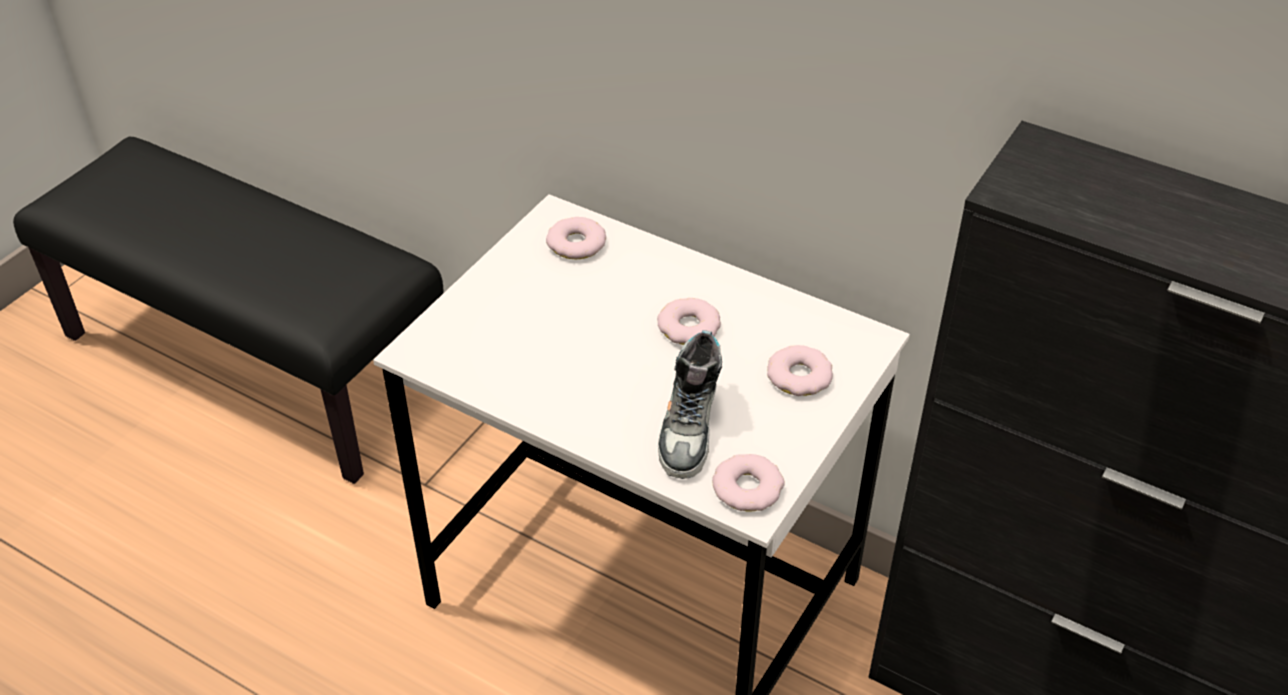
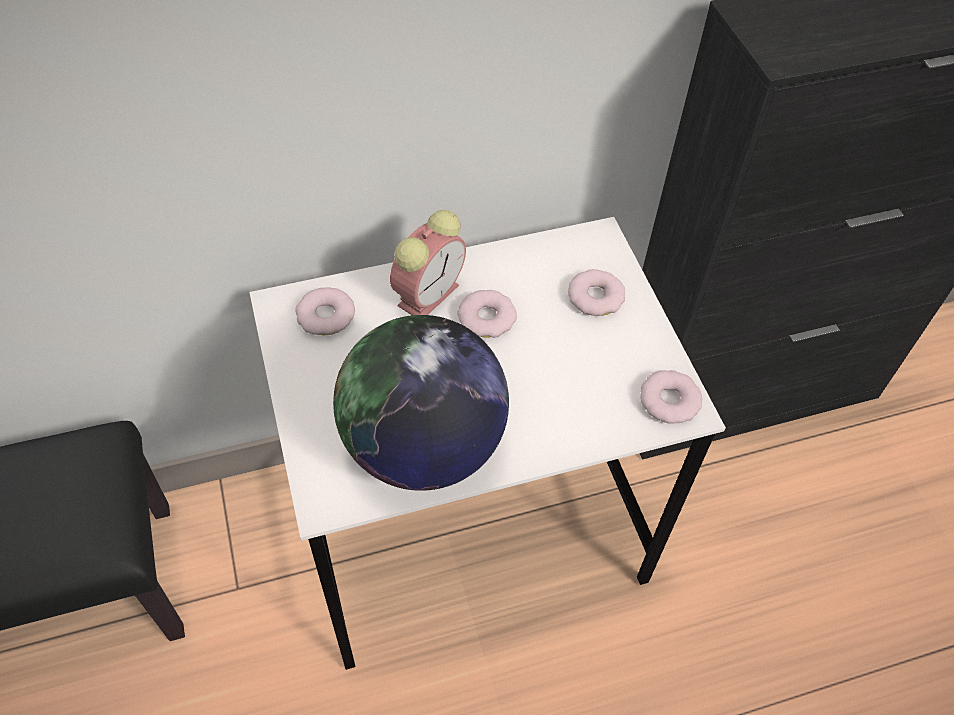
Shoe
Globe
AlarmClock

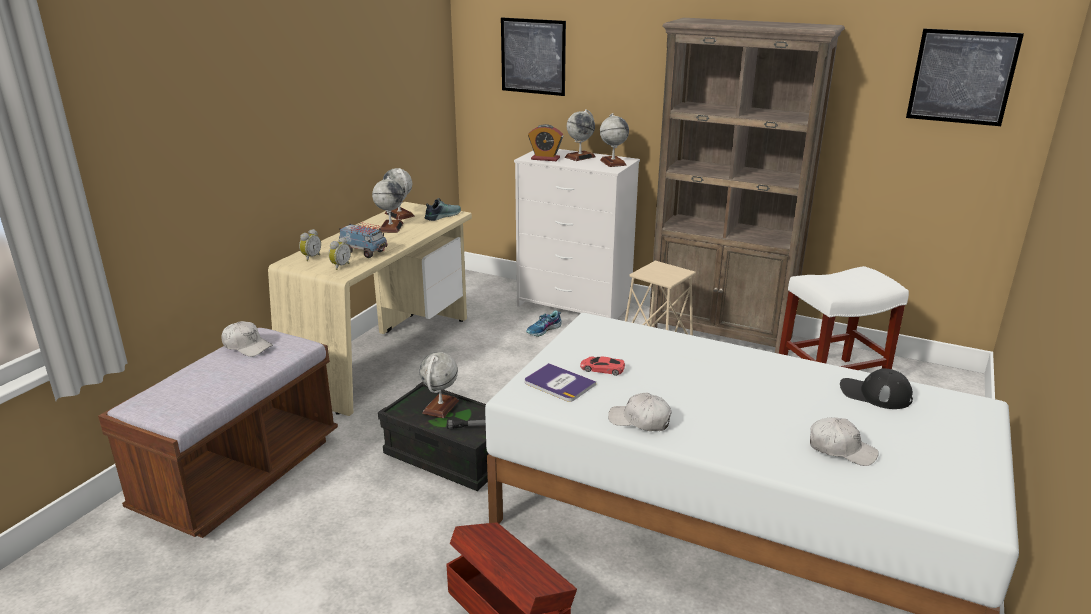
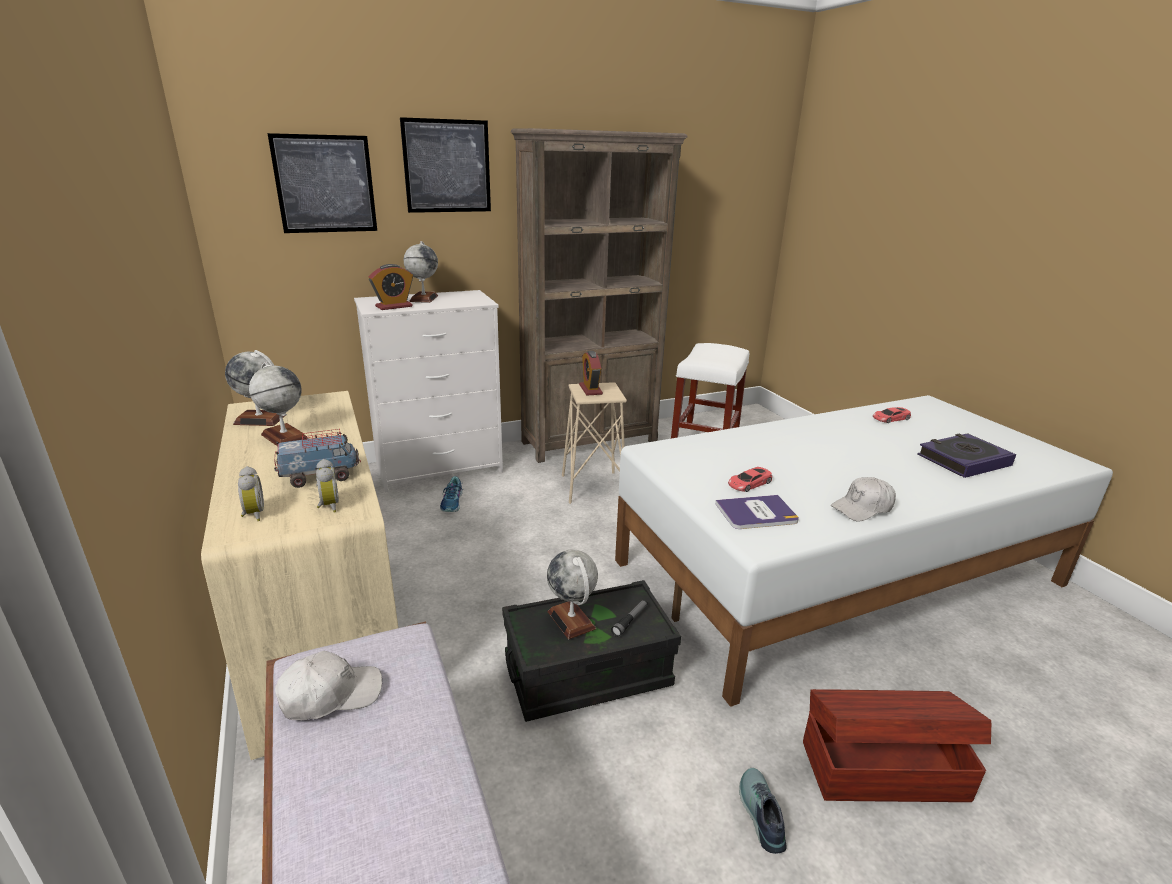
Globe (5th from left in the first image)
AlarmClock (4th from left)
Shoe (2nd from left)
Picture (2nd from left)
Book (2nd from left)
RedToyCar (2nd from left)

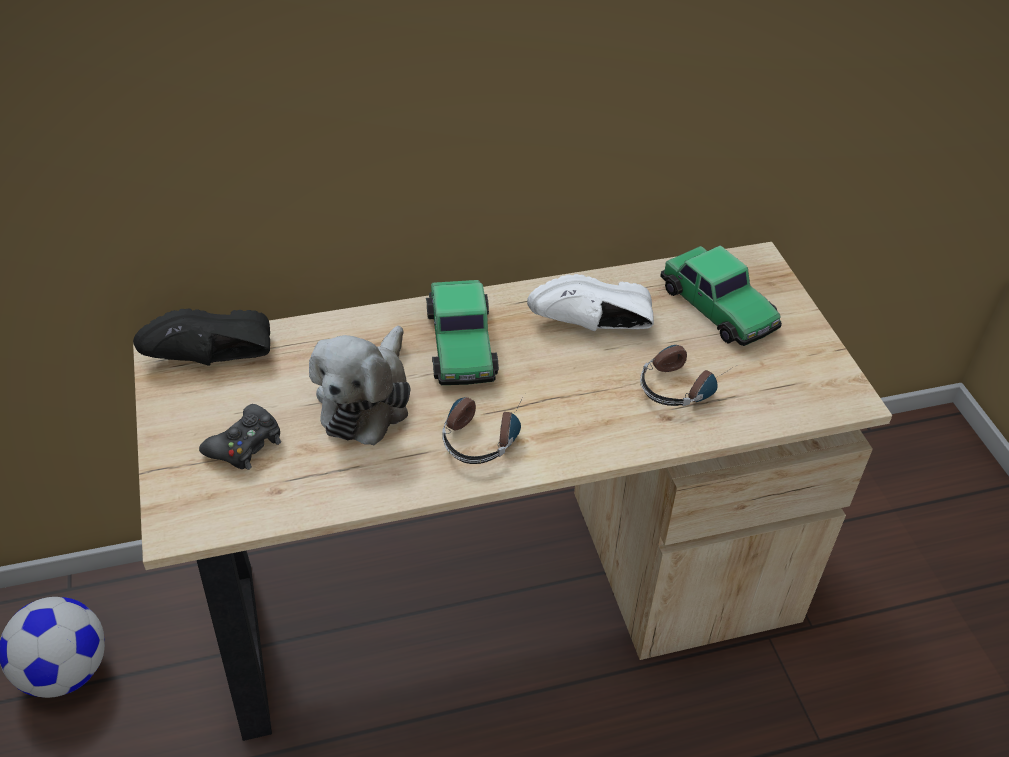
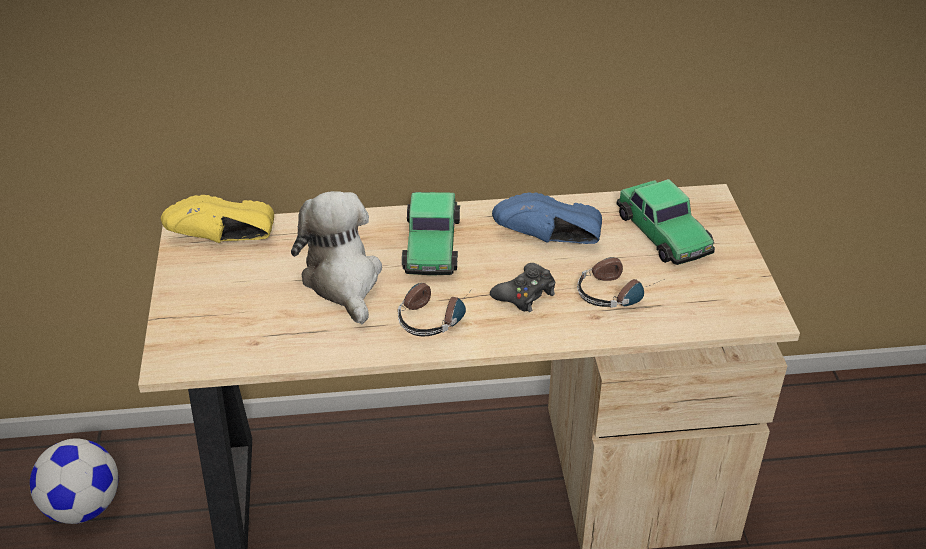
BlackGameController
YellowShoe
BlueShoe
PlushToy

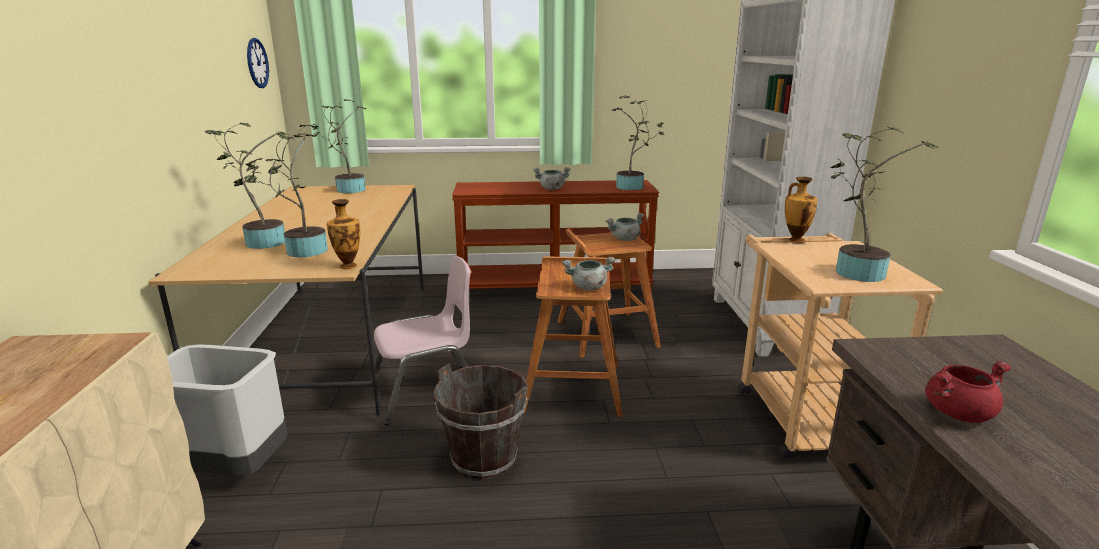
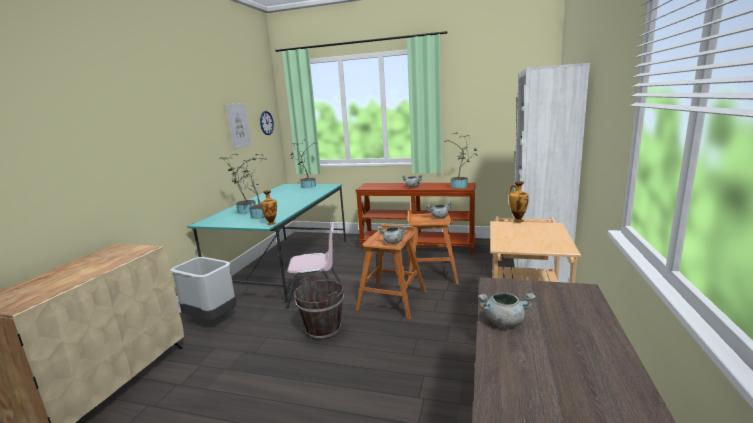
PottedPlant (5th from left in the first image)
Picture
TurquoiseDiningTable
GreyCookingPot (4th from left)

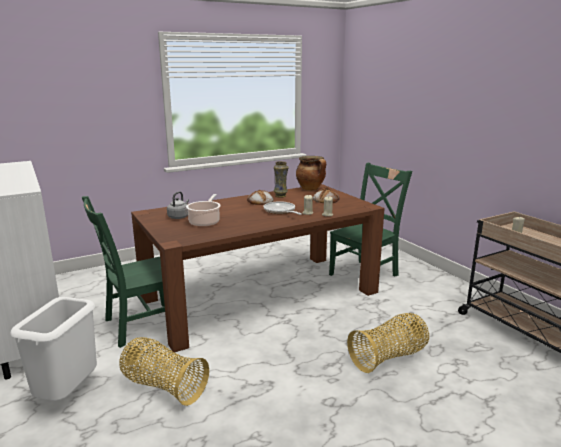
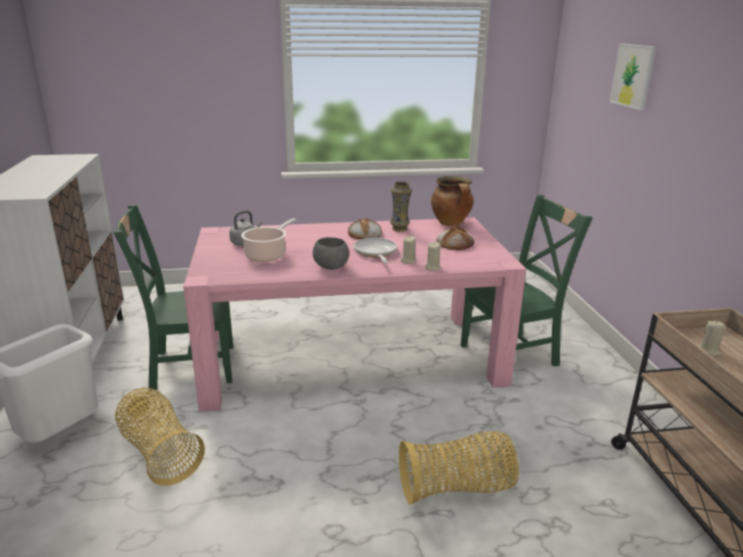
GreyBowl
Picture
PinkDiningTable

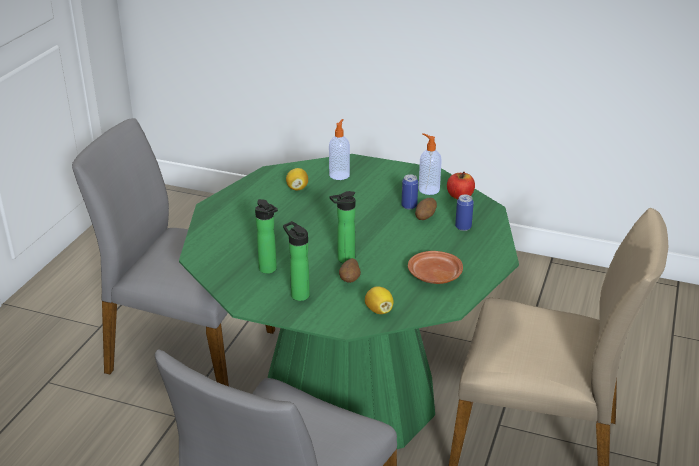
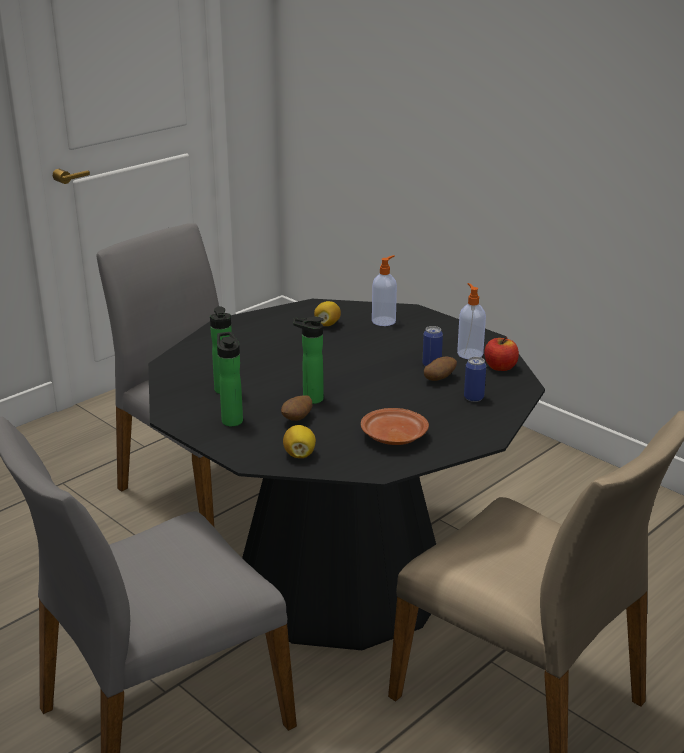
BlackDiningTable

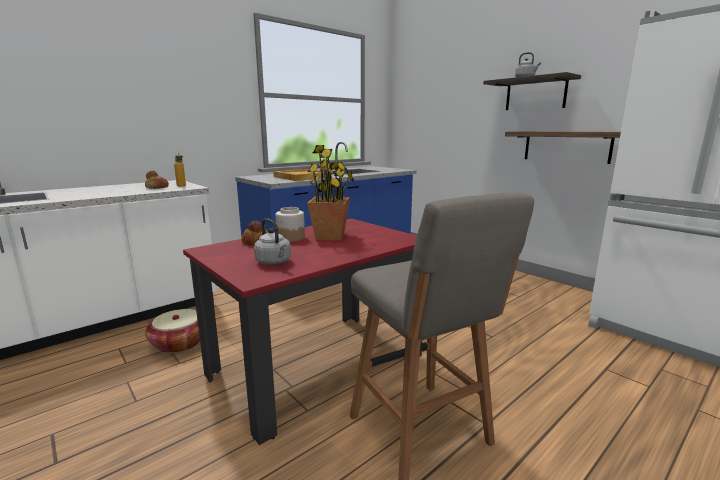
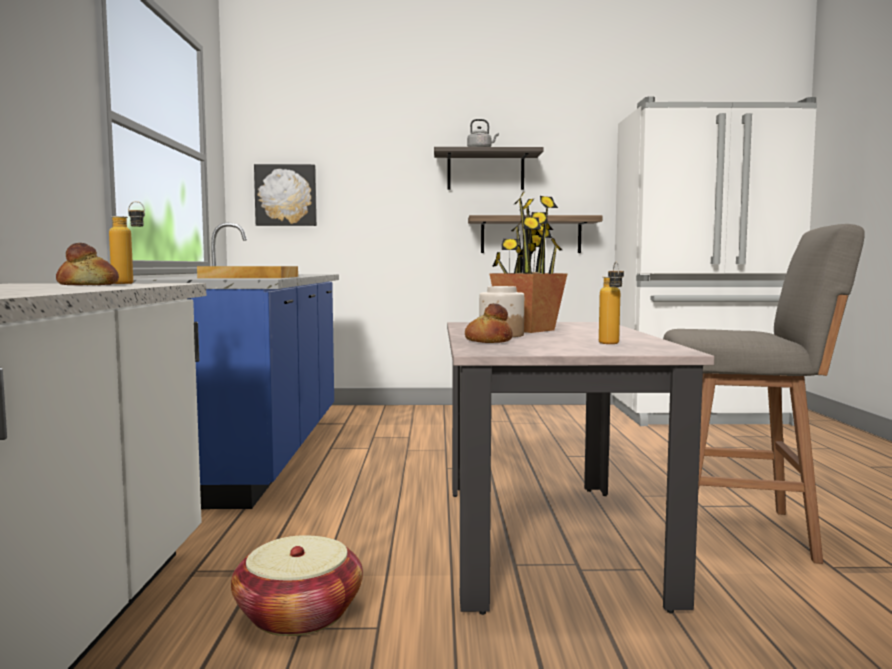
Picture
Bottle (2nd from left)
BeigeDiningTable

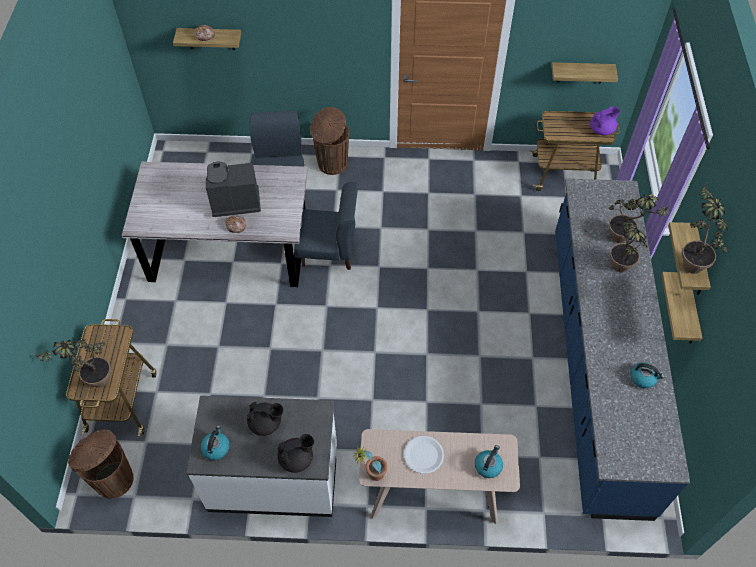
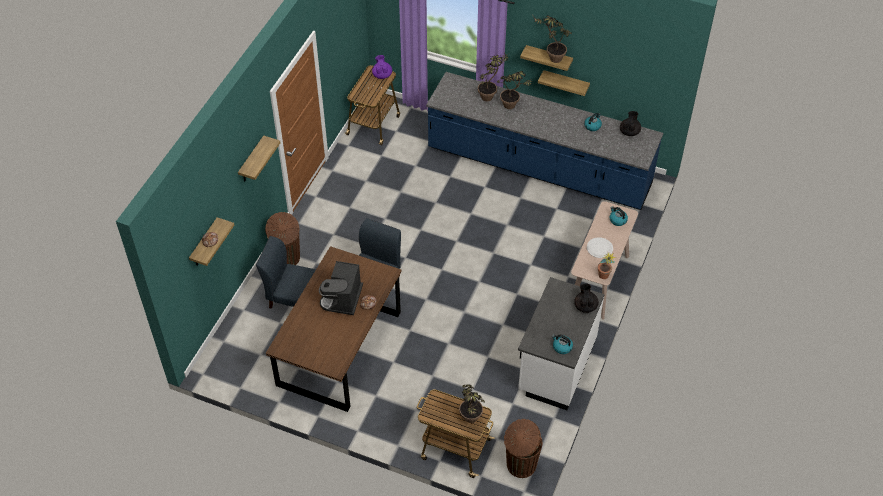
BlackTeapot (2nd from left)
Shelf (2nd from left)
BrownDiningTable

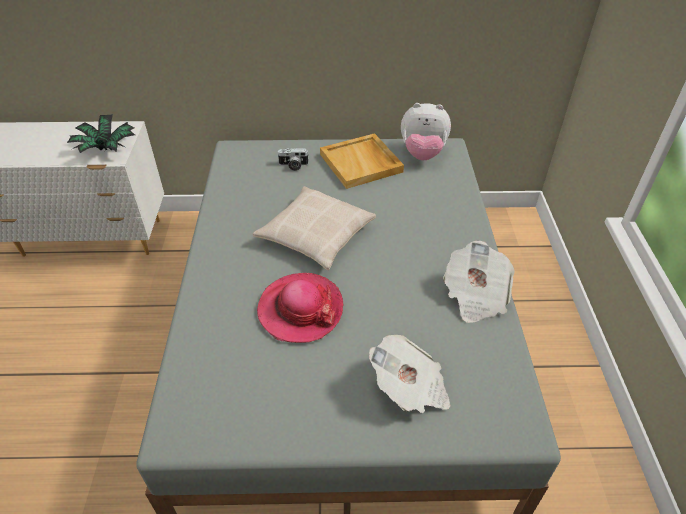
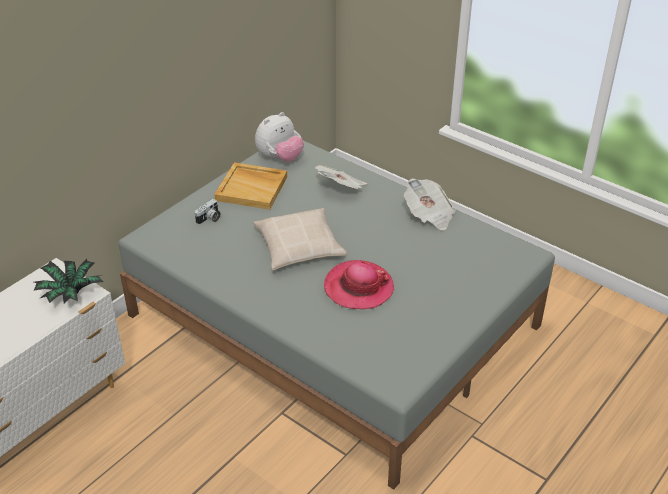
Newspaper (1st from left)

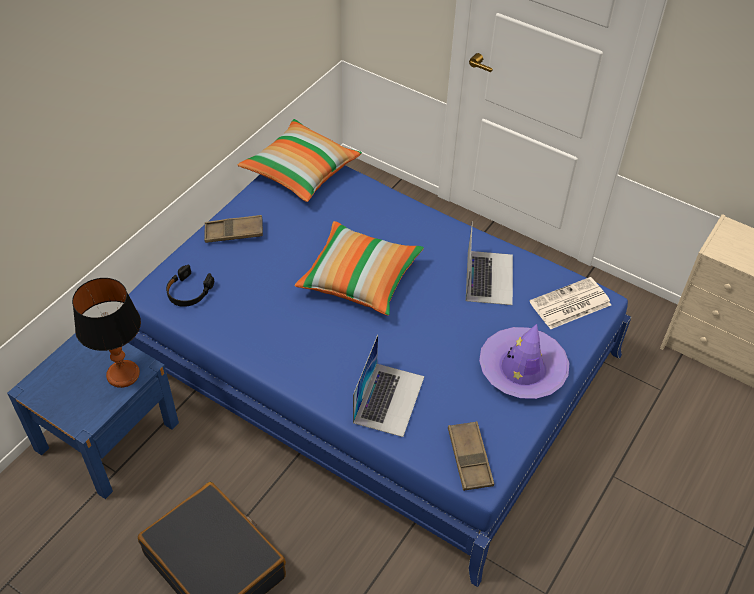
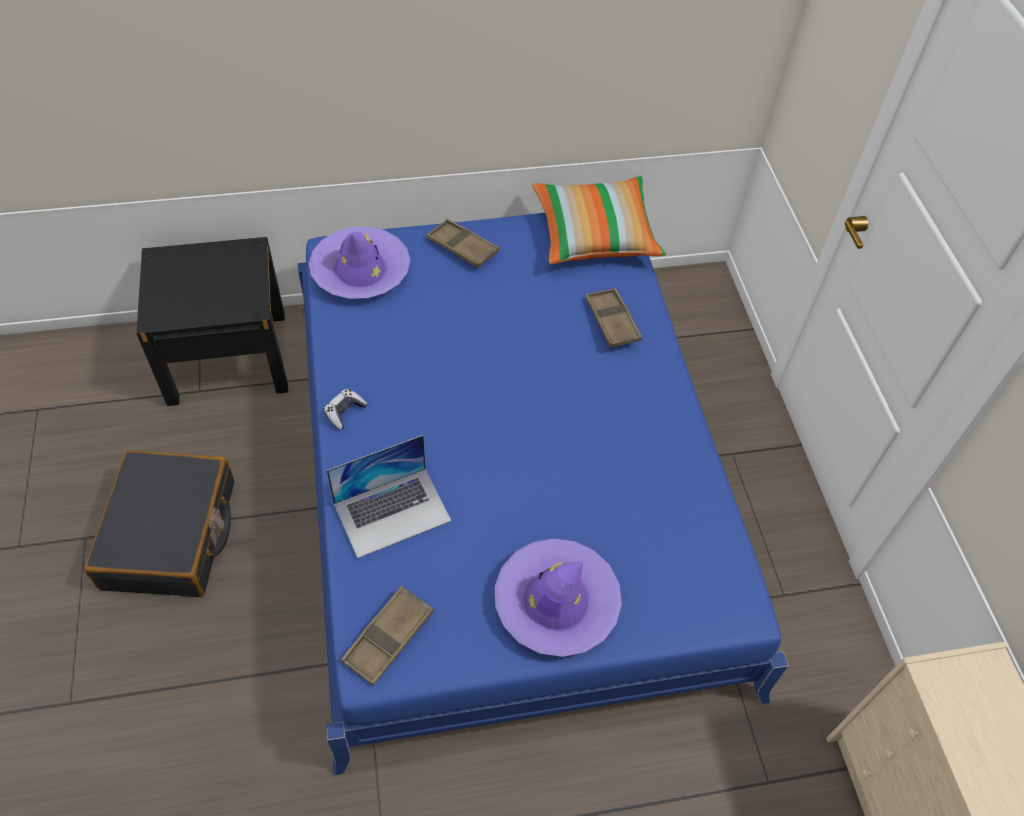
TableLamp
Pillow (2nd from left in the first image)
Laptop (2nd from left in the first image)
Newspaper
GameController
BrownTray (3rd from left)
PurpleHat (1st from left)
BlackNightstand

